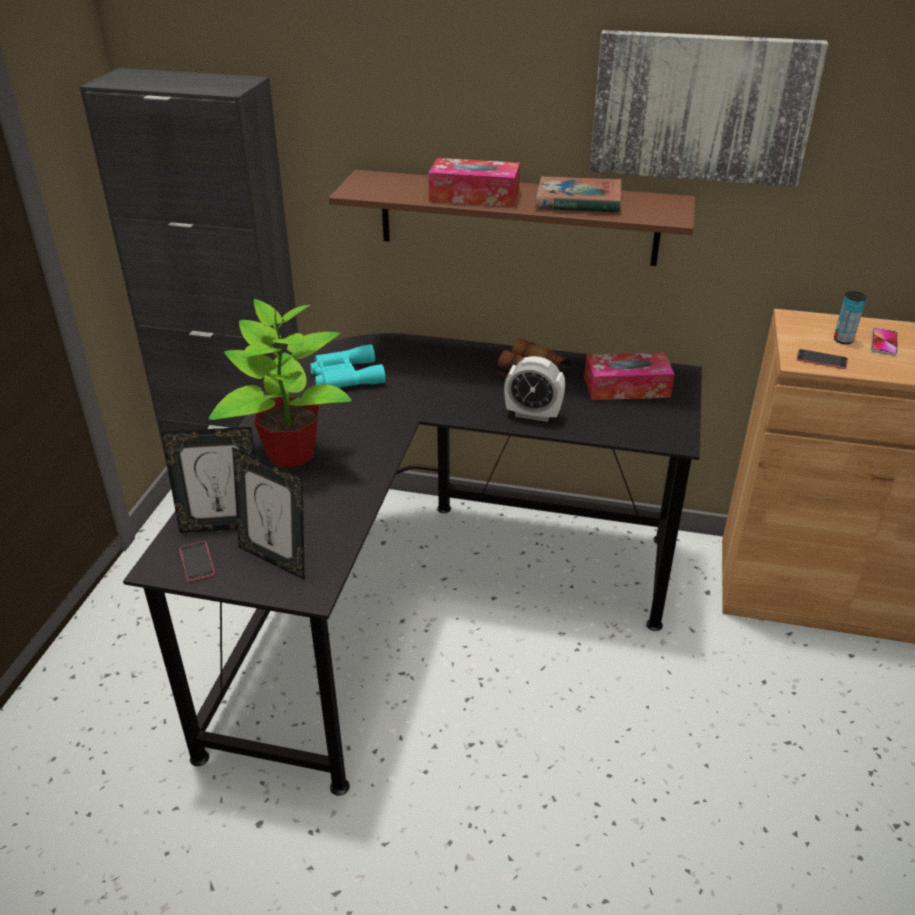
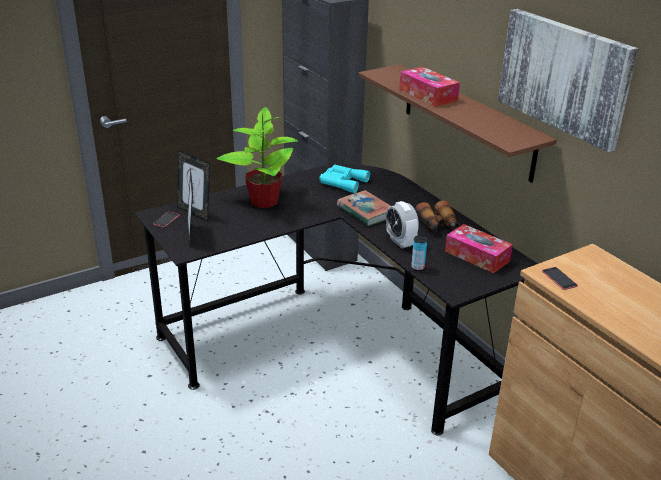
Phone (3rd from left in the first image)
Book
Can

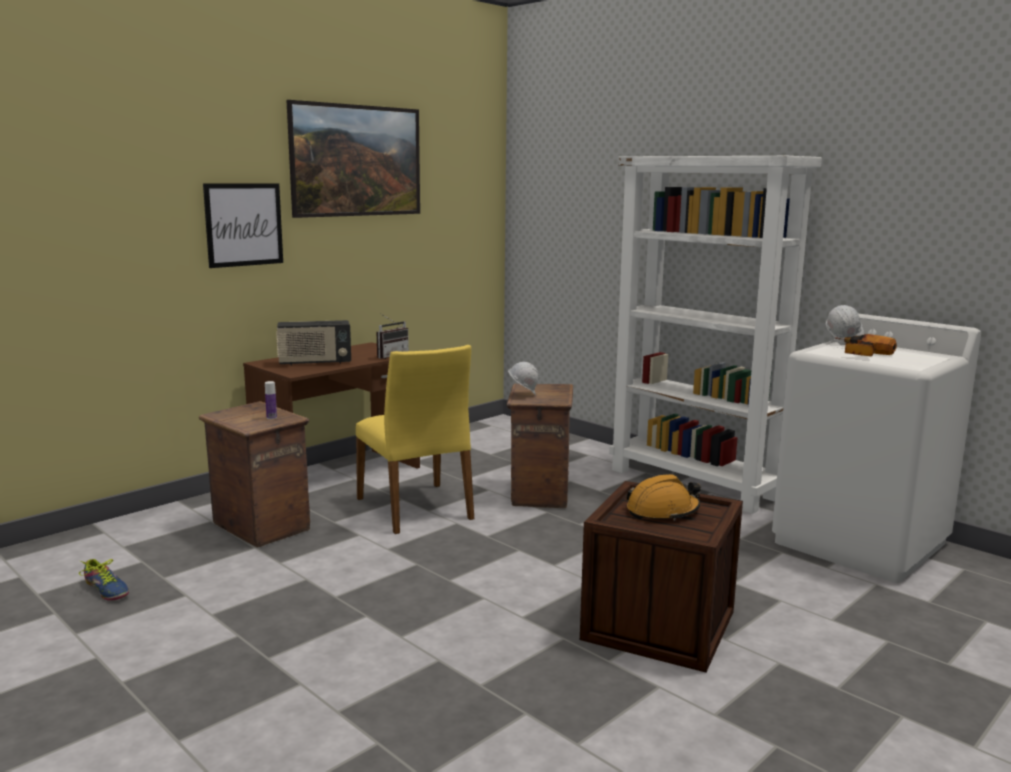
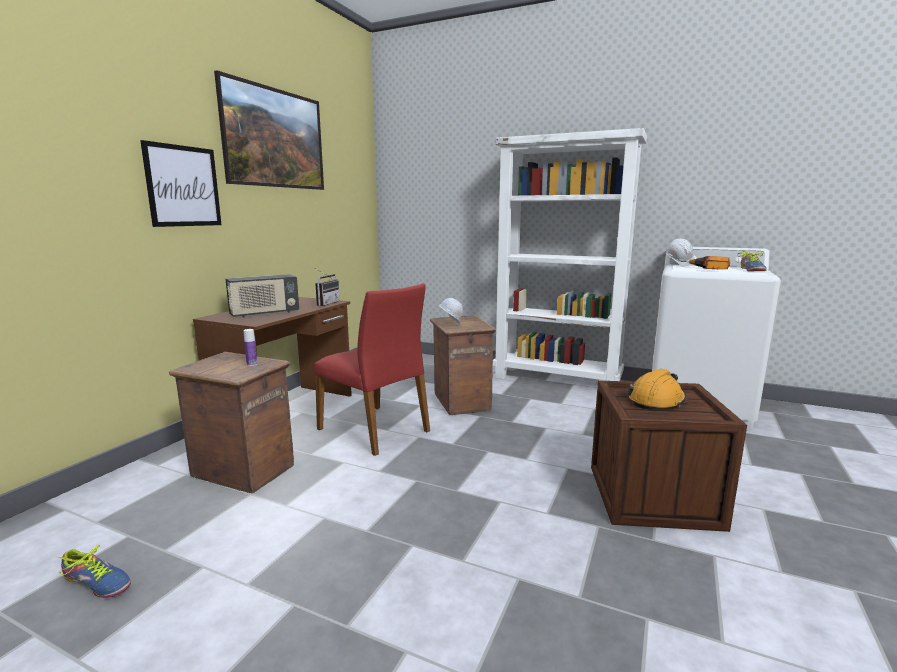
Shoe (2nd from left)
RedChair

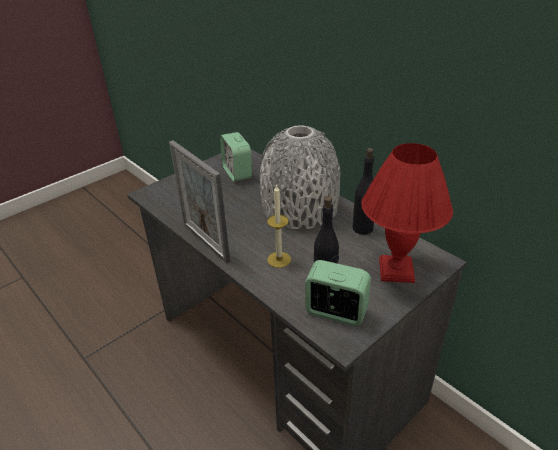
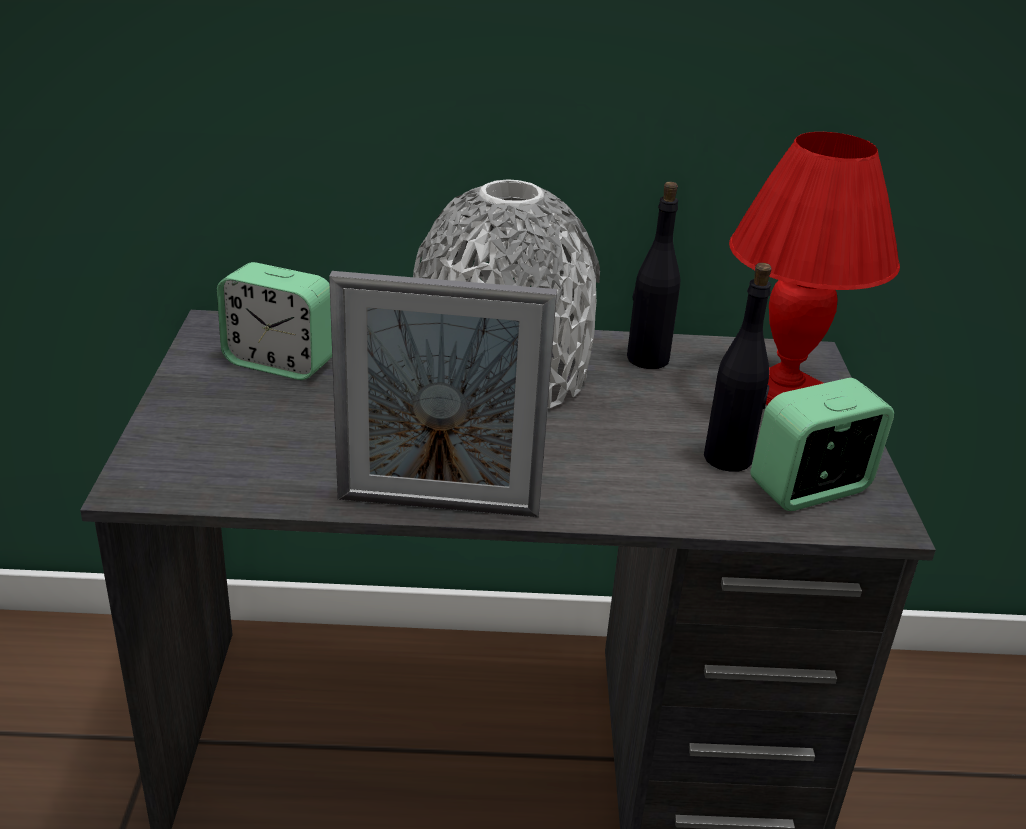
Candle

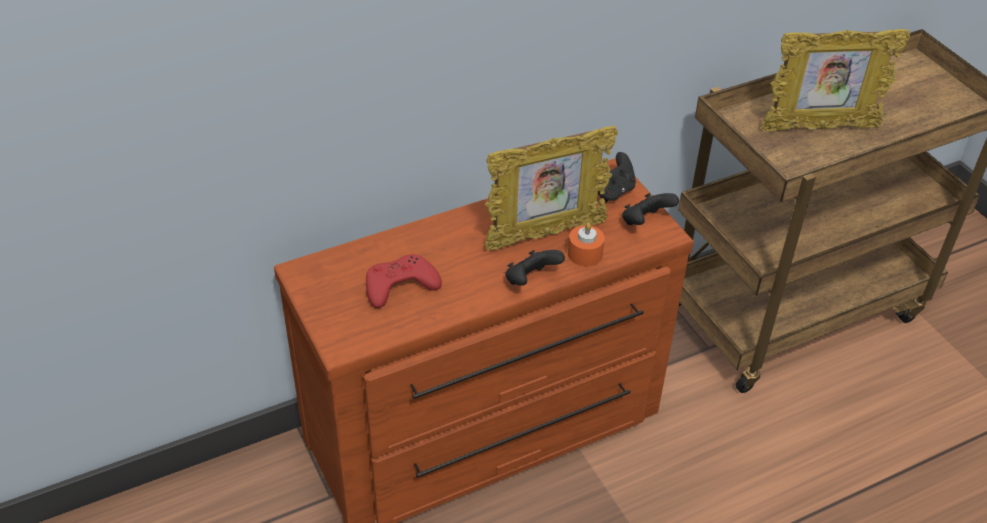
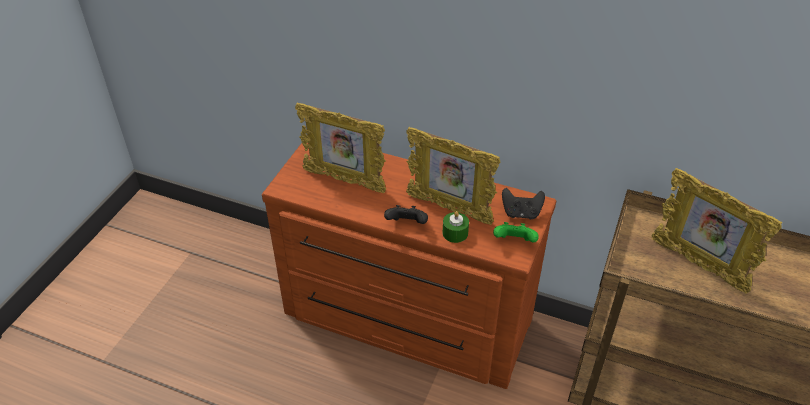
PictureFrame (1st from left)
GreenCandle
GreenGameController

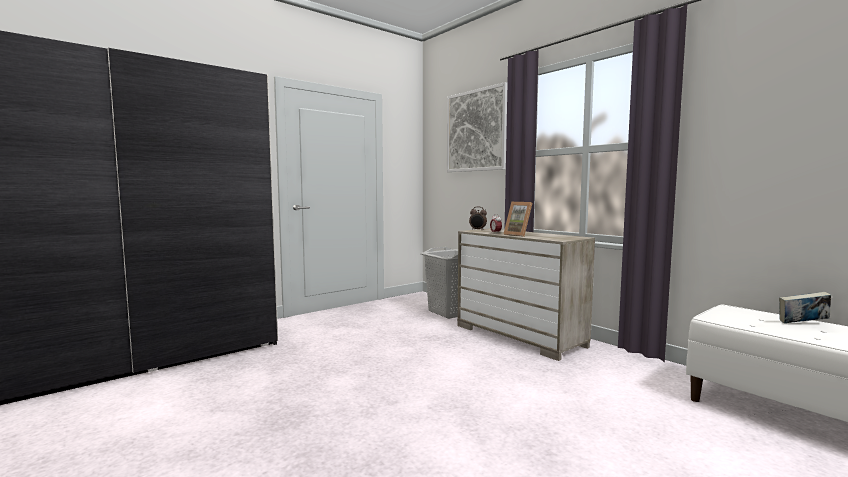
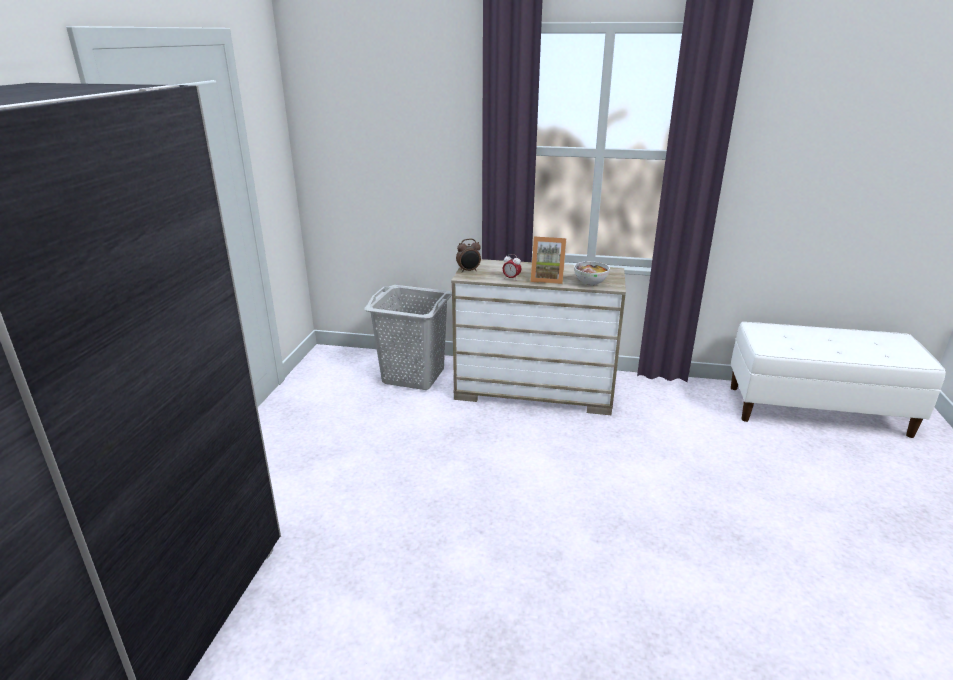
Picture
Book
Bowl

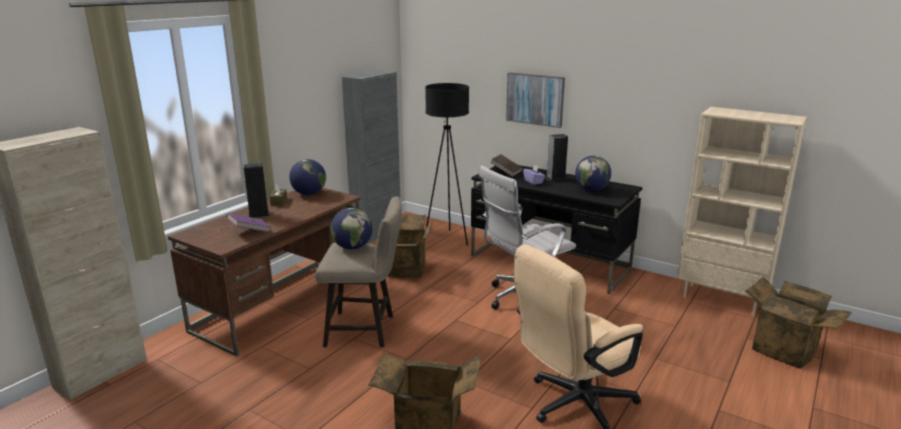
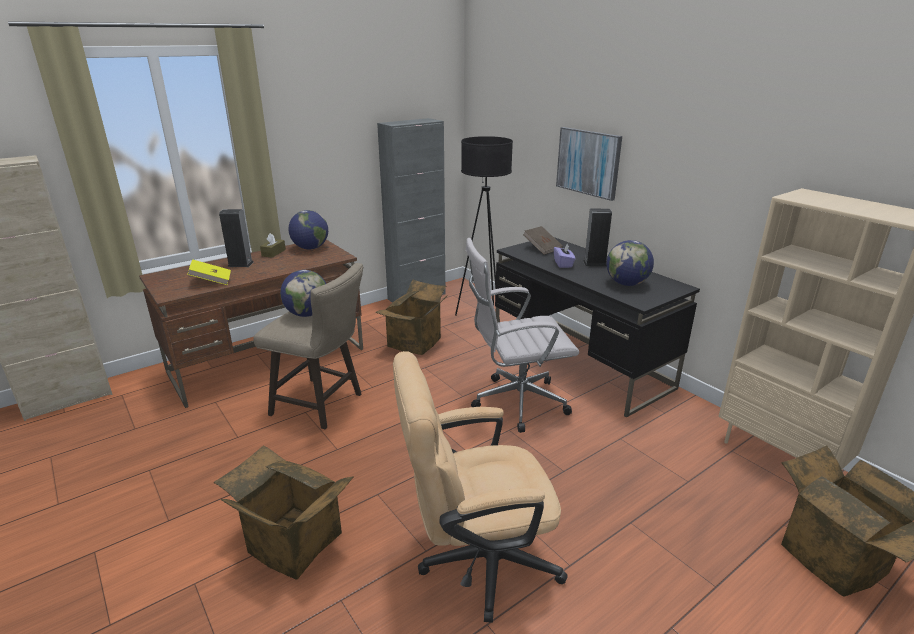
YellowBook

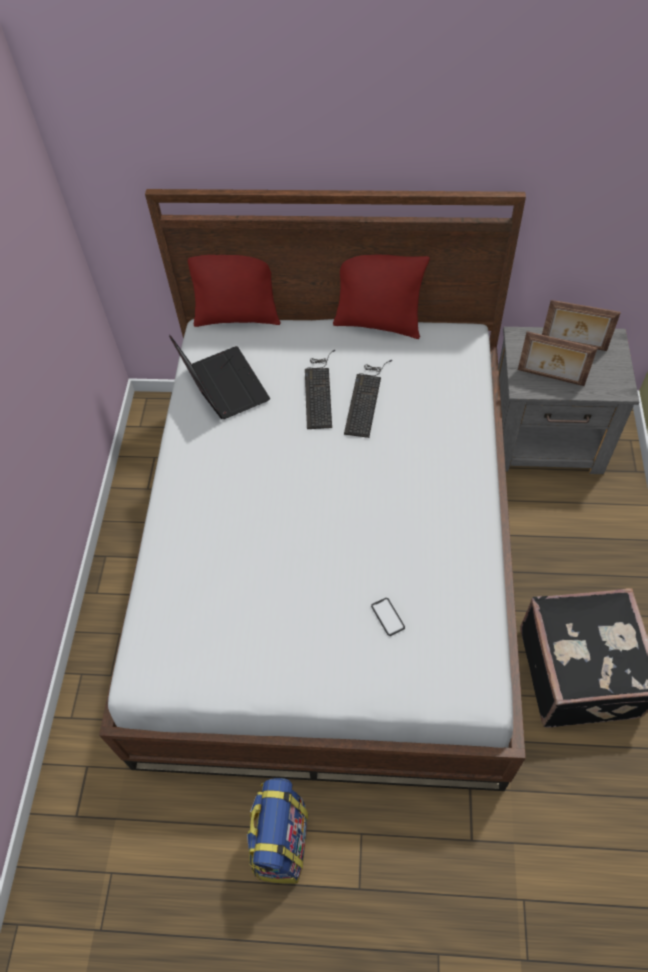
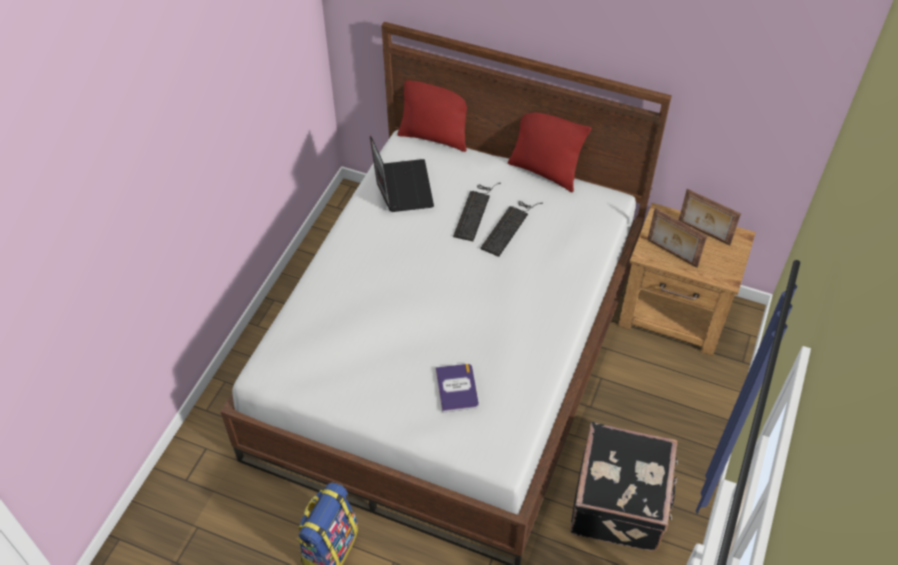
Book
BrownNightstand

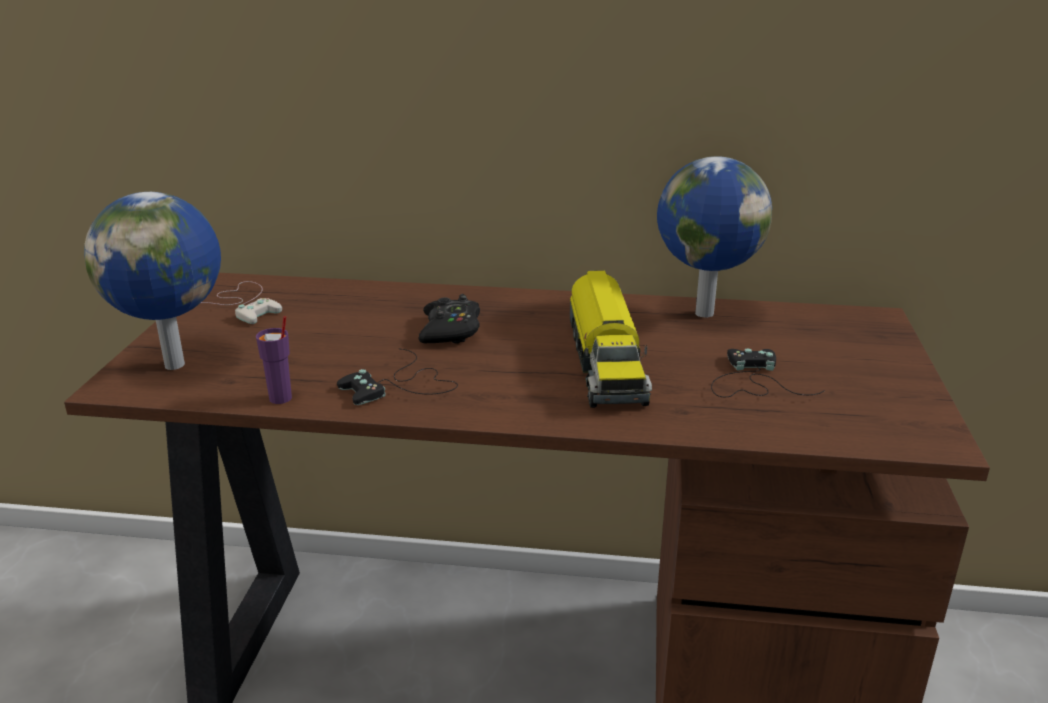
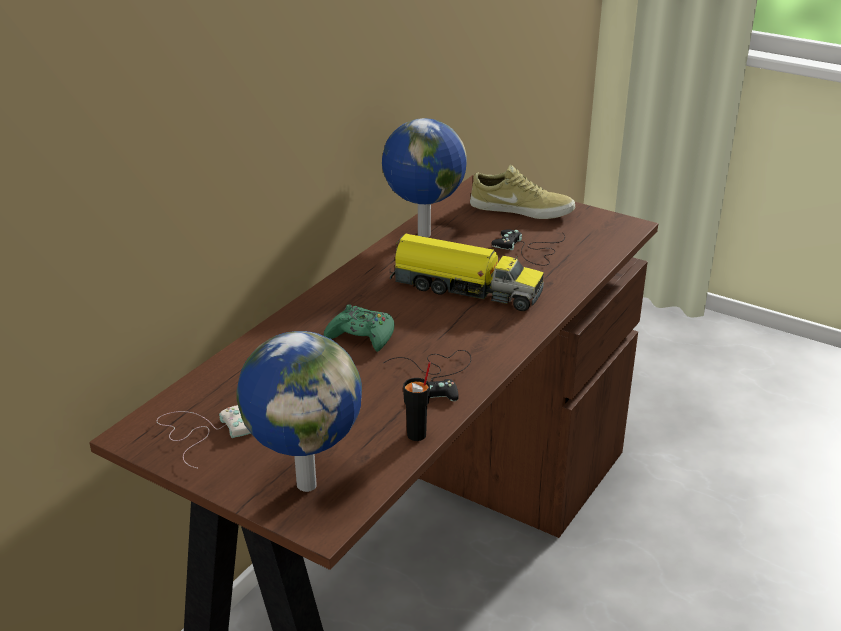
BeigeShoe
BlackCup
GreenGameController

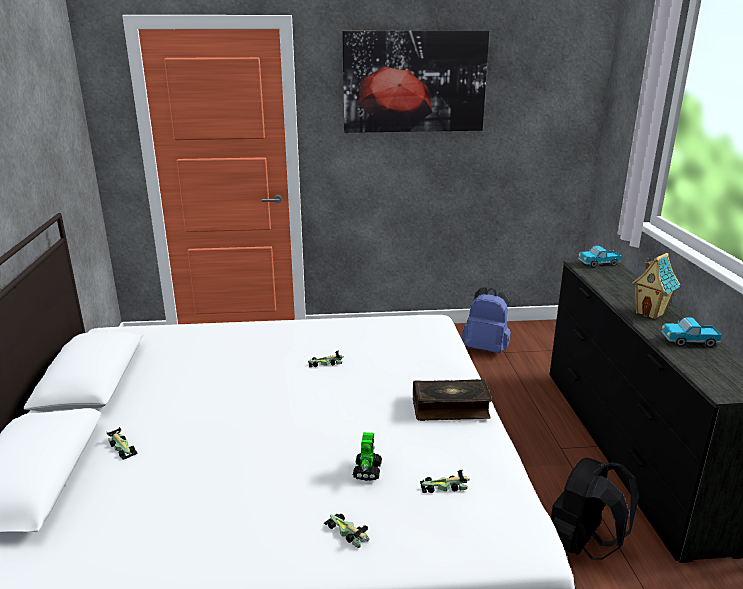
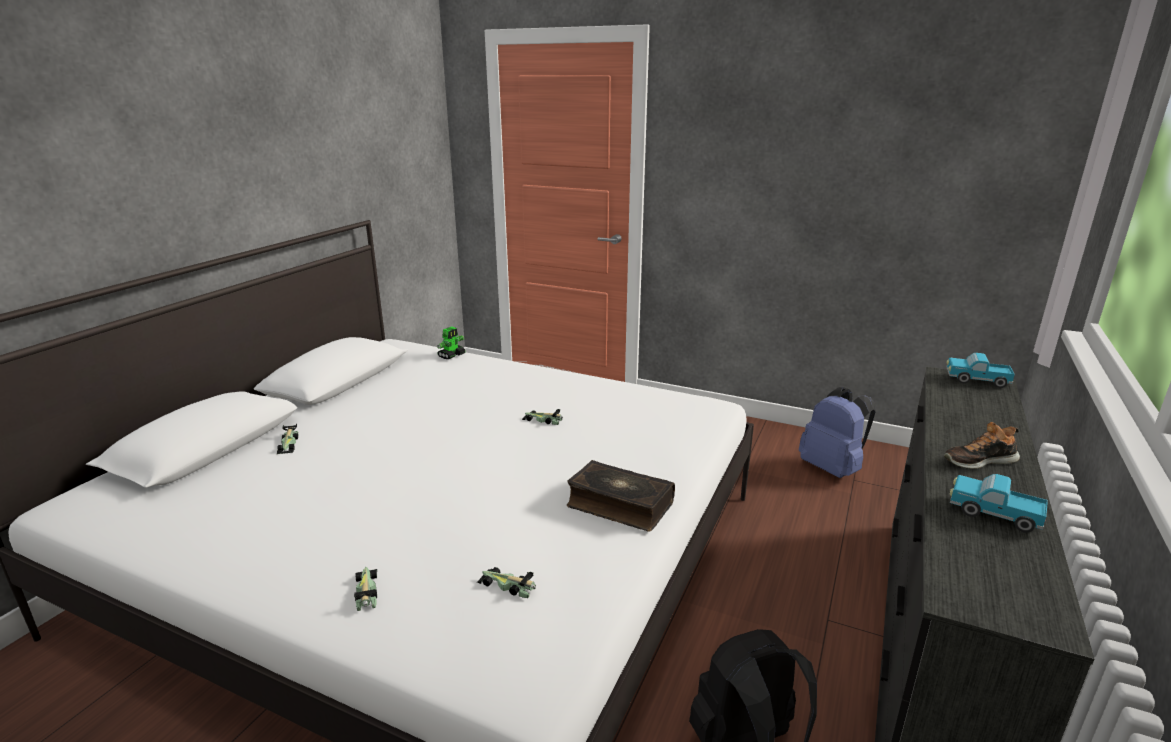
Picture
ToyRobot
Shoe

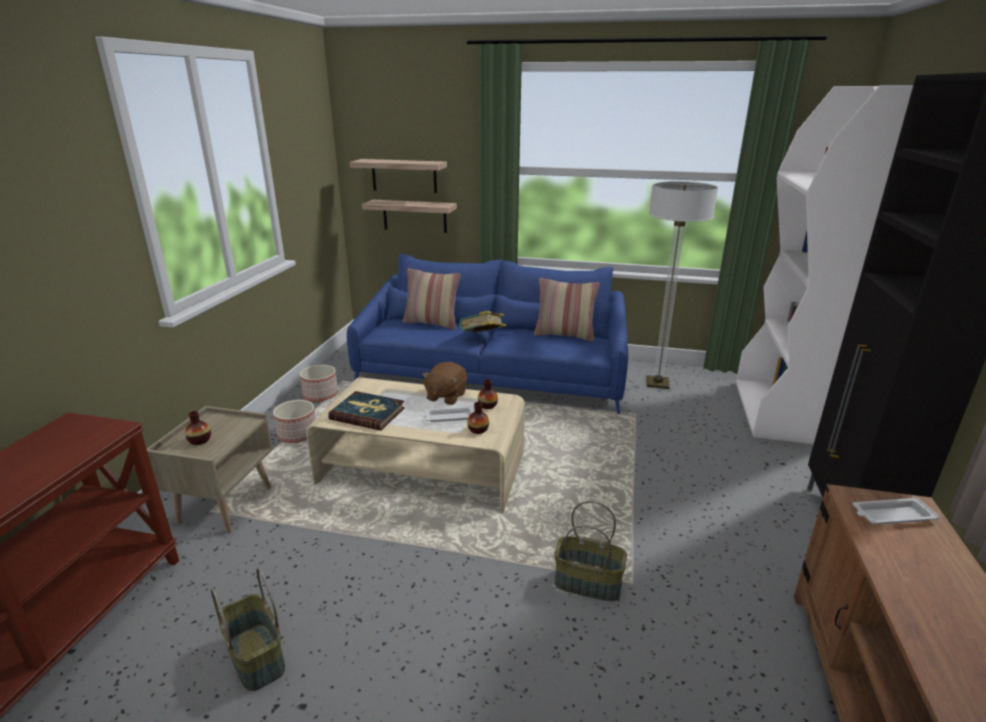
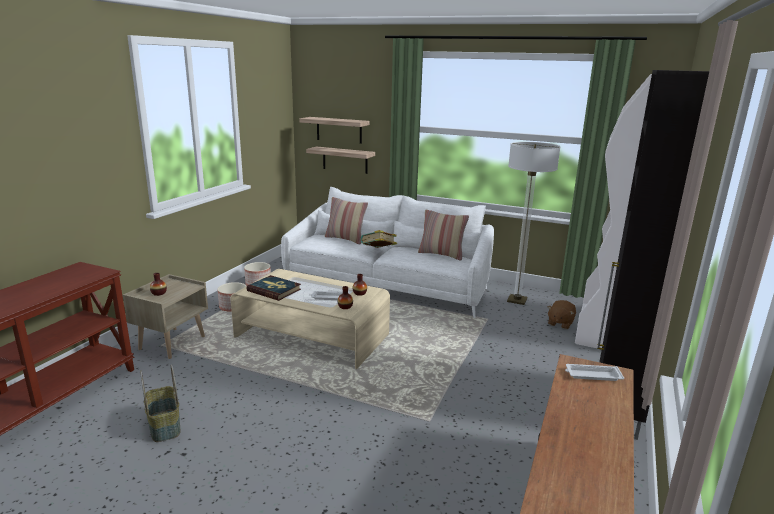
Basket (2nd from left in the first image)
BrownPlushToy
WhiteSofa

